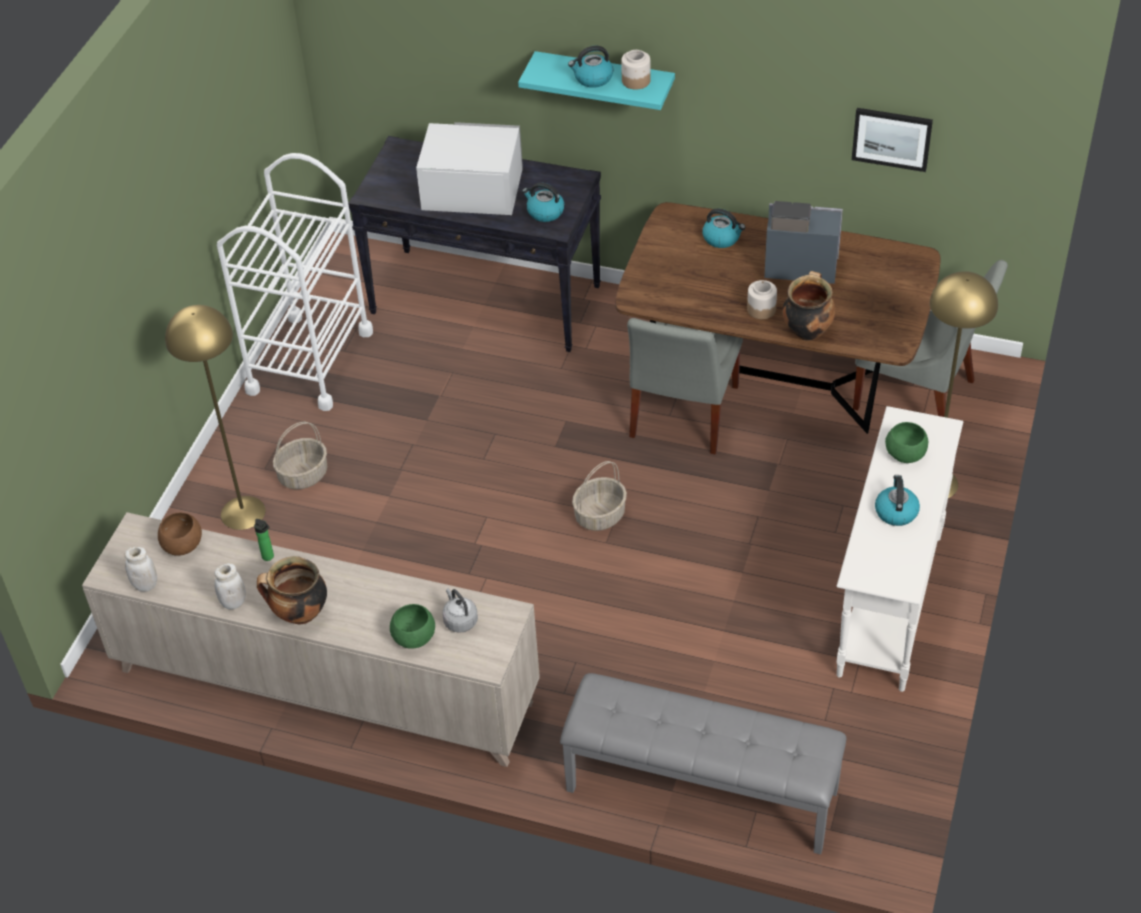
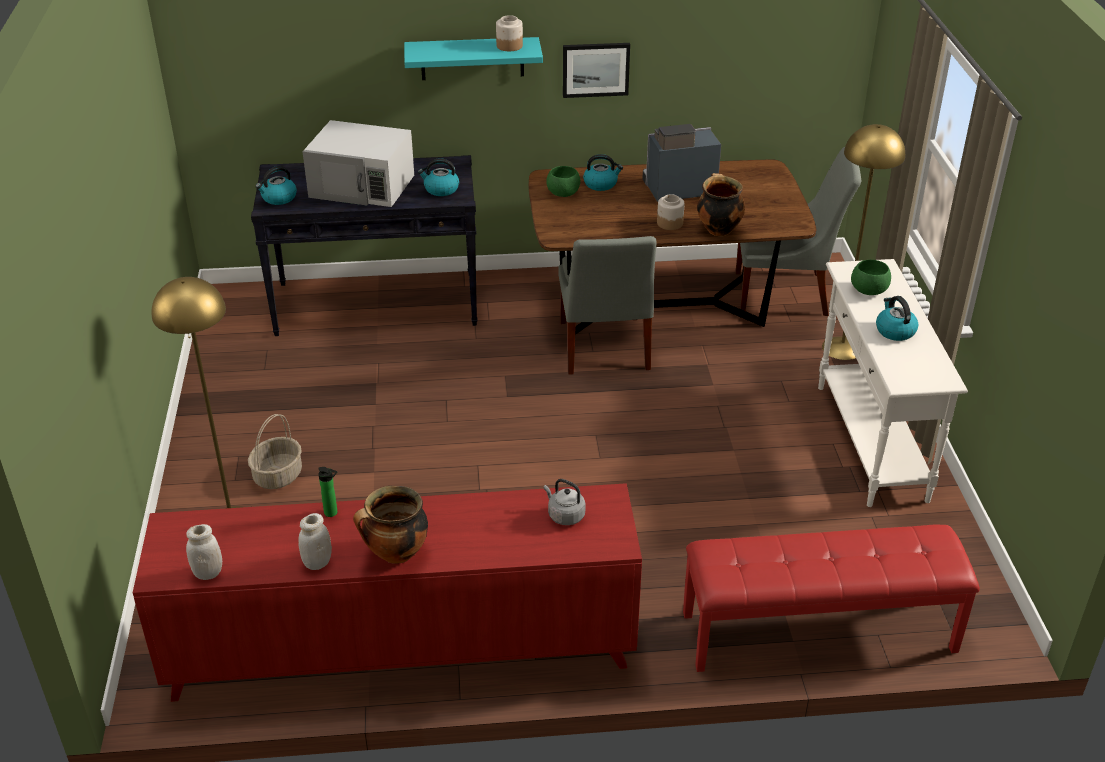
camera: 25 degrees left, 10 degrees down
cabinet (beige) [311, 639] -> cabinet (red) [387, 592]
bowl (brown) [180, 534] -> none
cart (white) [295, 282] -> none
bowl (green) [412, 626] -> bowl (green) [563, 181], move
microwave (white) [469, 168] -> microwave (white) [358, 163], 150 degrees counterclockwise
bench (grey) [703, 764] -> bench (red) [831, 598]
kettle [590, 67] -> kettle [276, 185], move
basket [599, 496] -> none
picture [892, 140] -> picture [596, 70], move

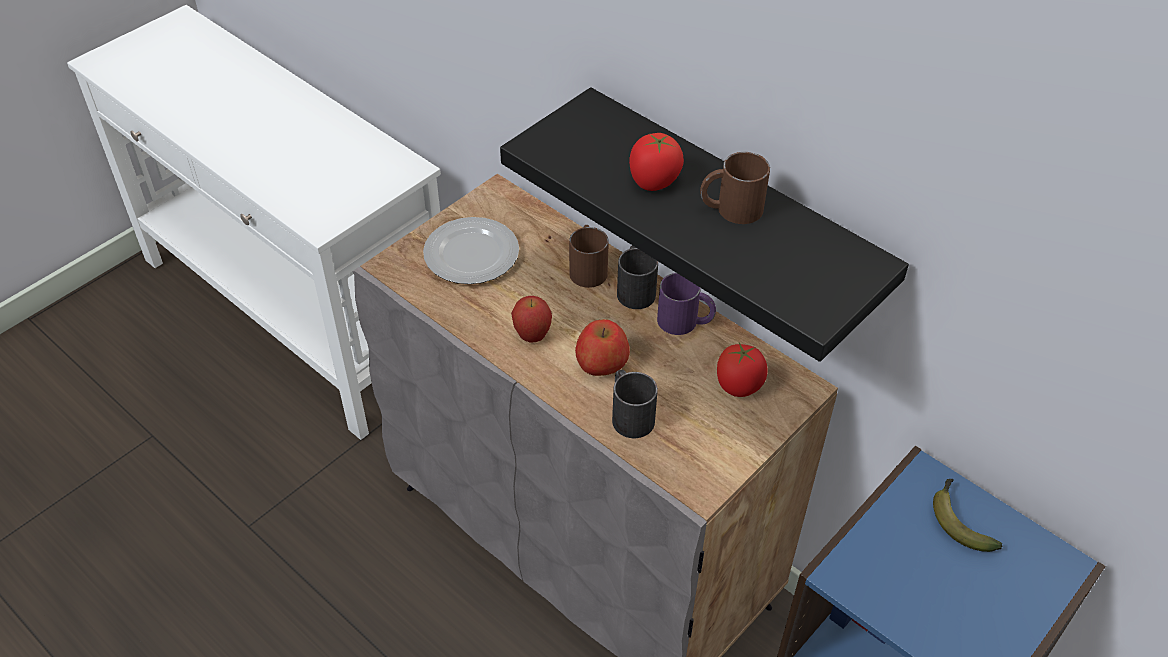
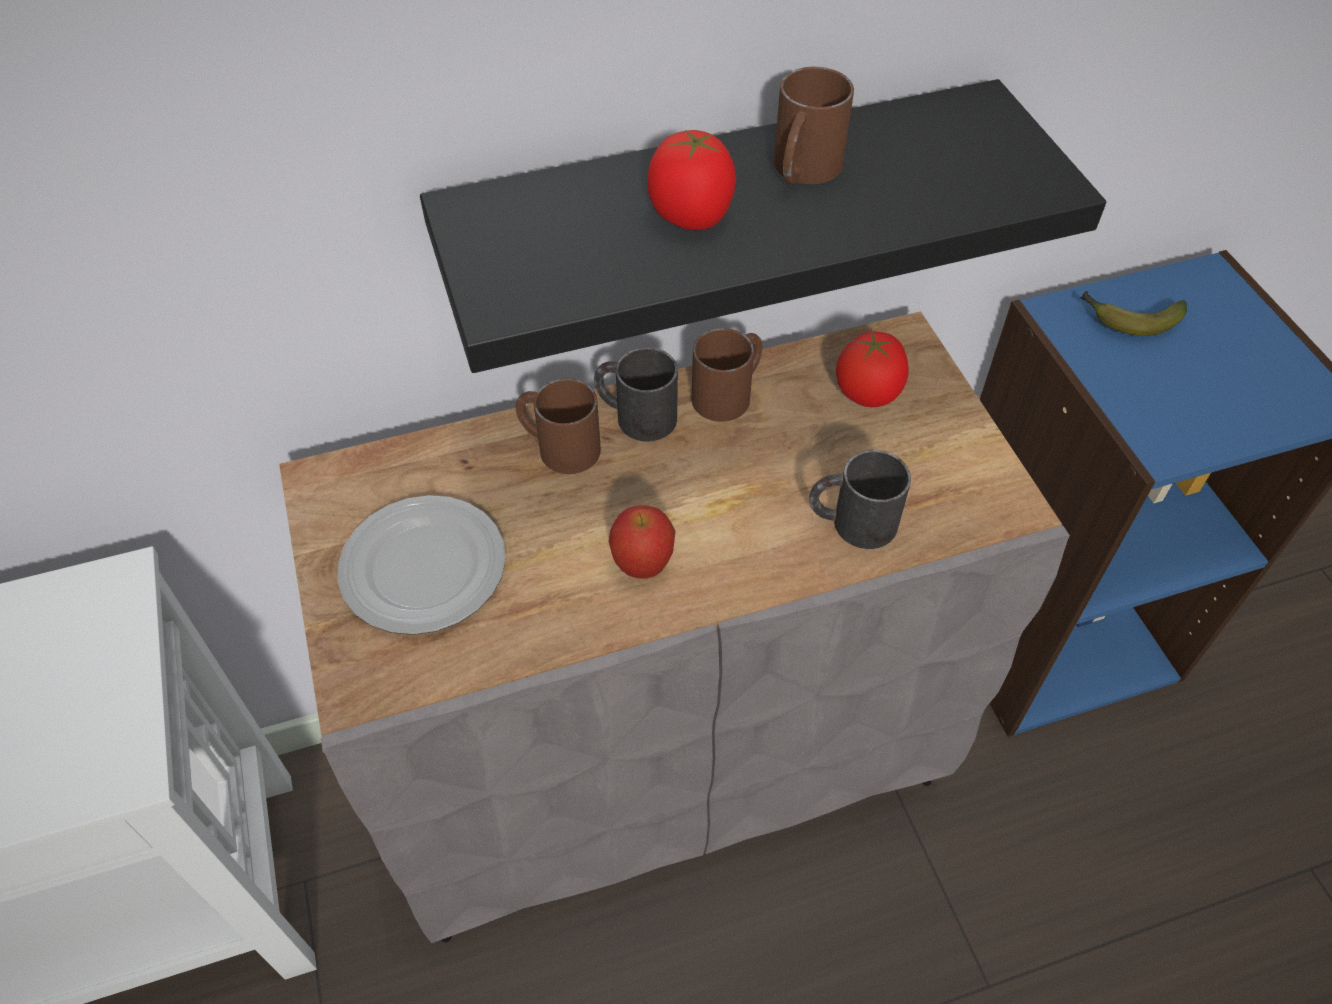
camera: 60 degrees left, 5 degrees up
apple [602, 347] -> none
mug (purple) [686, 304] -> mug (brown) [727, 375]

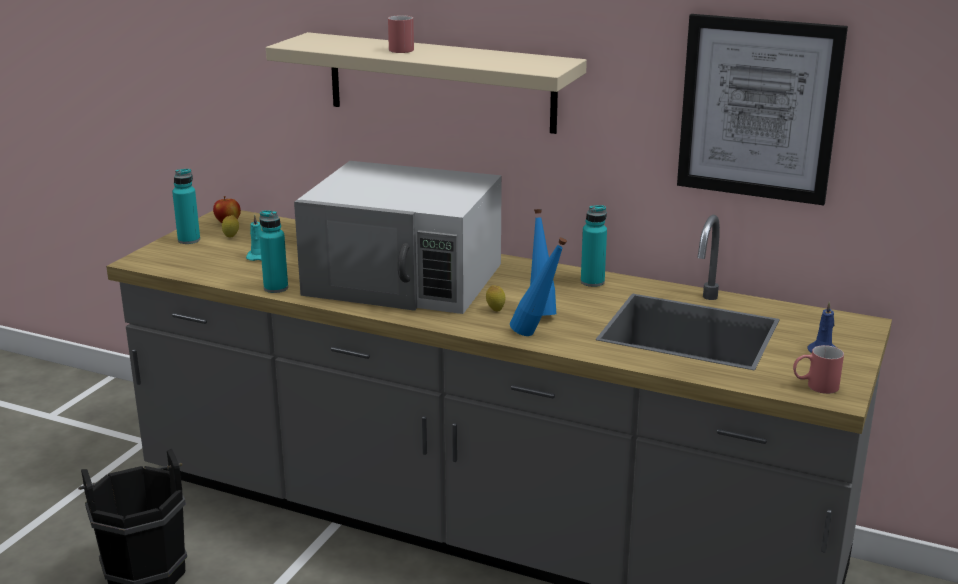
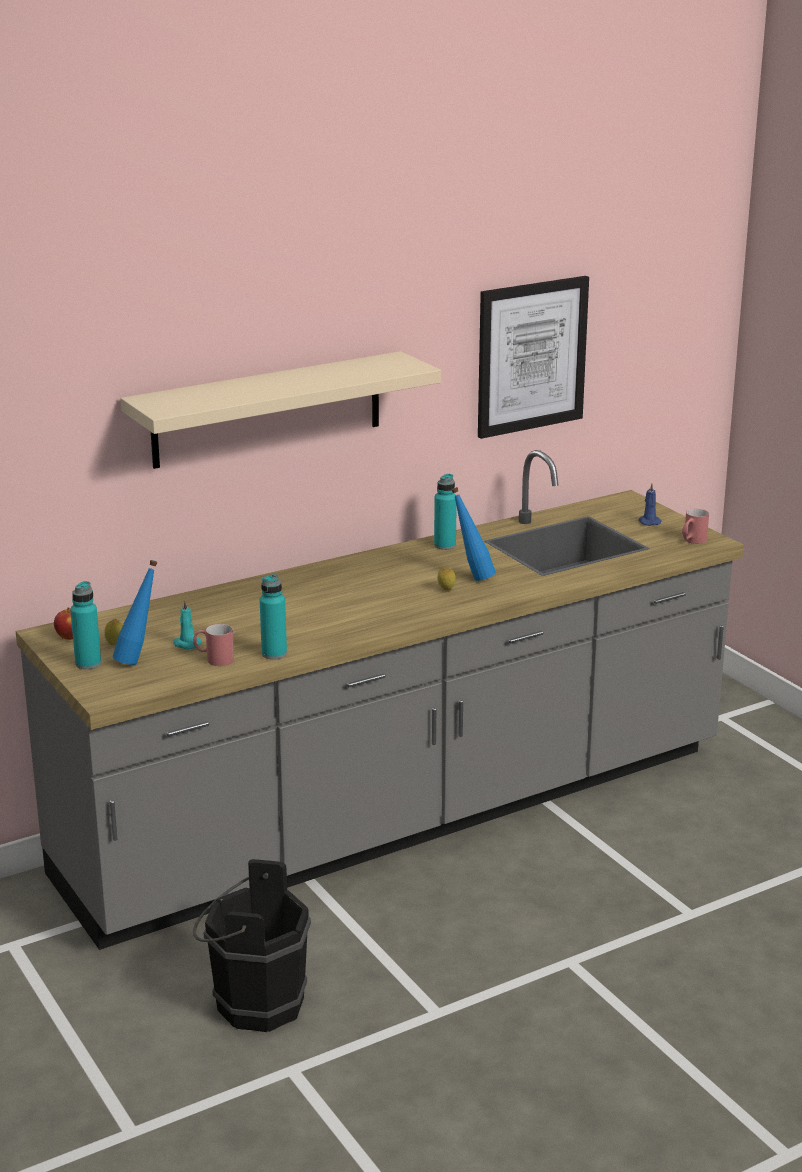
camera: 55 degrees left, 0 degrees up
microwave (white) [398, 237] -> none
mug (red) [401, 34] -> mug (red) [213, 645], move
bottle (blue) [538, 286] -> bottle (blue) [135, 612], move

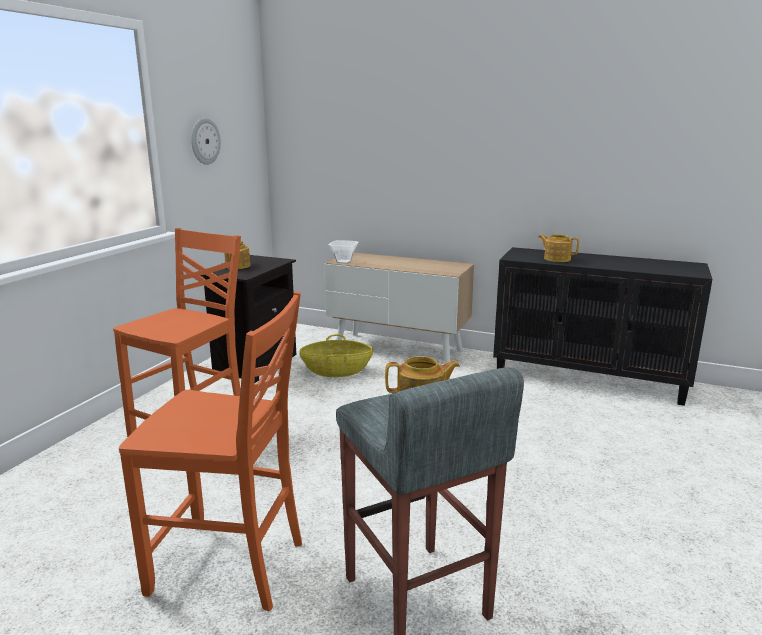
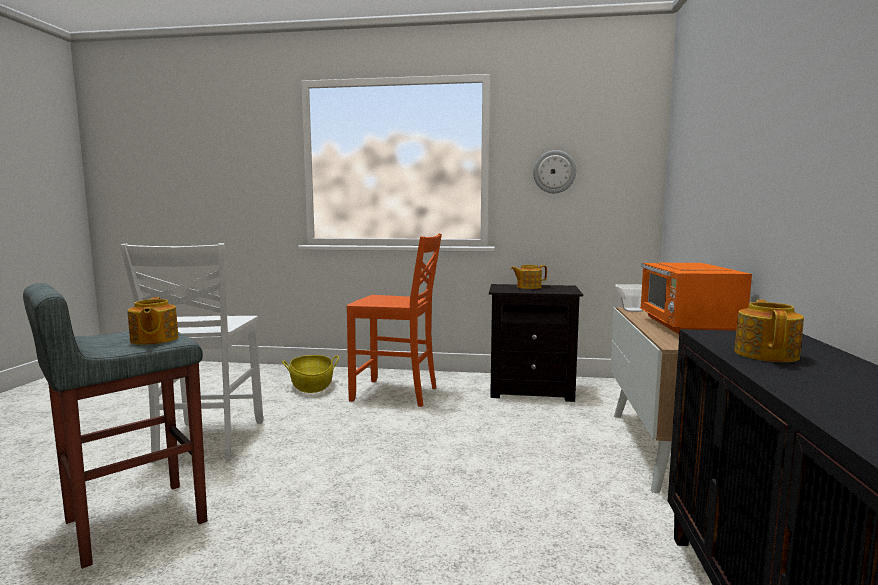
camera: 75 degrees right, 10 degrees down
chair (orange) [210, 451] -> chair (white) [191, 353]
basket [336, 355] -> basket [310, 374], move
none -> microwave (orange) [696, 298]

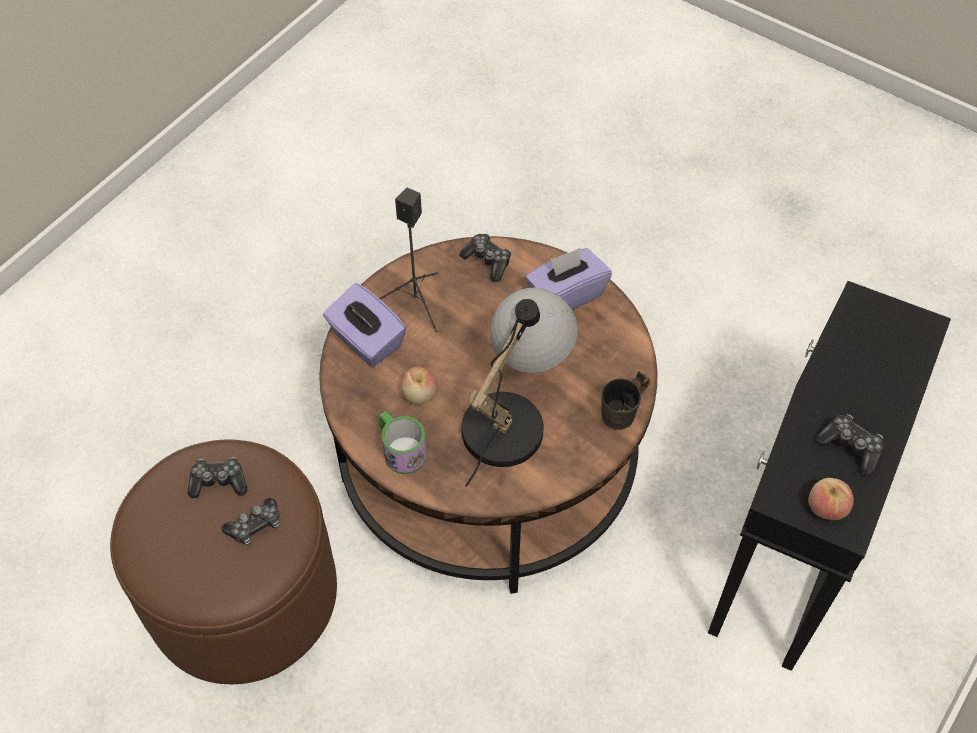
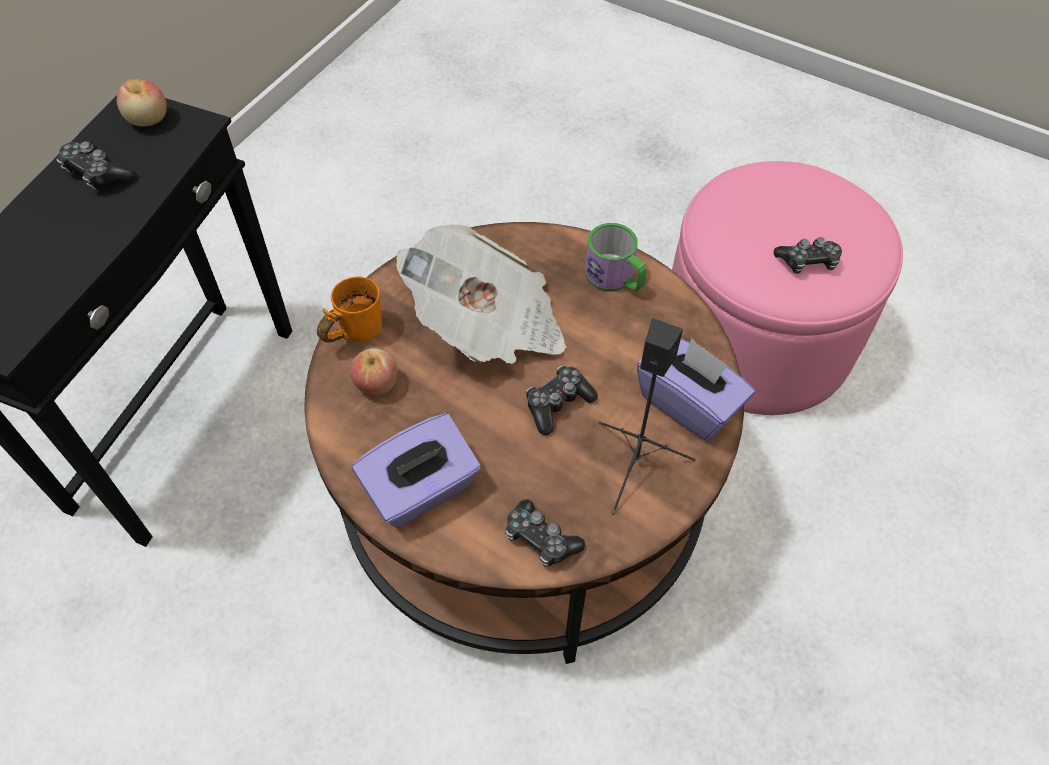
camera: 175 degrees right, 0 degrees up
ottoman (brown) [223, 561] -> ottoman (pink) [787, 288]
game controller [251, 522] -> game controller [562, 400], move
apple [419, 385] -> apple [374, 371], move
table lamp [520, 387] -> newspaper [481, 294]
mug (grey) [625, 400] -> mug (orange) [349, 309]

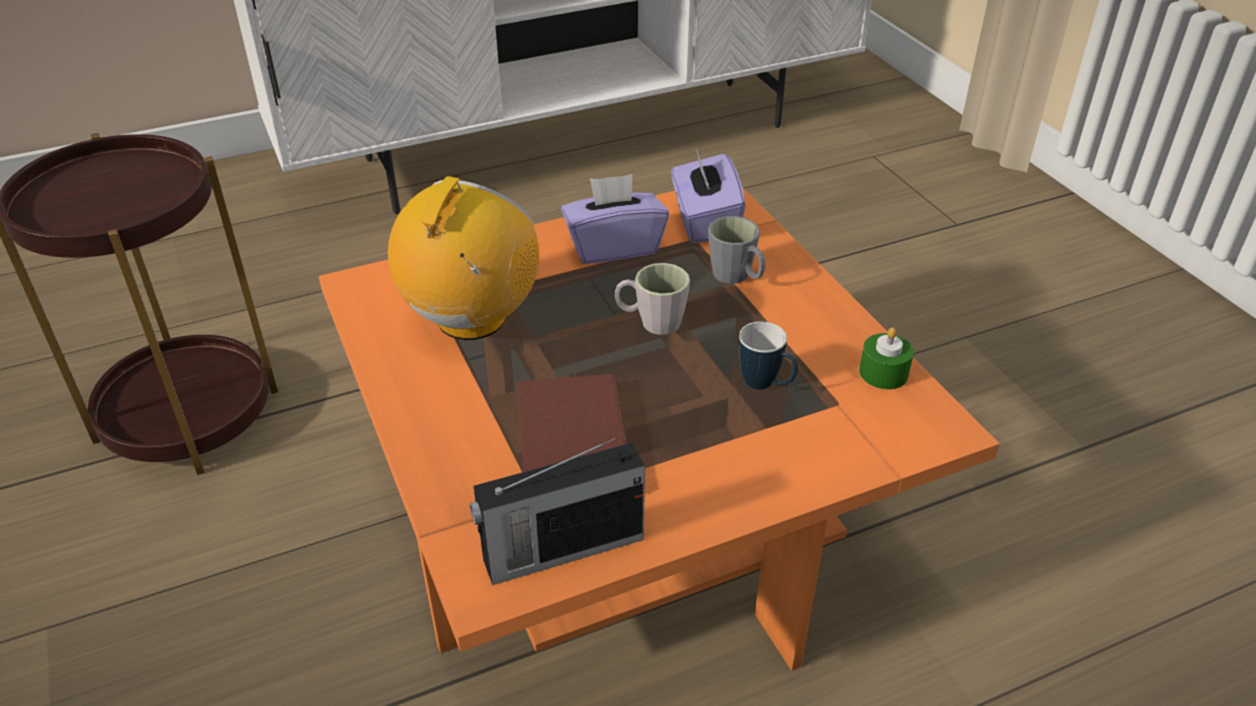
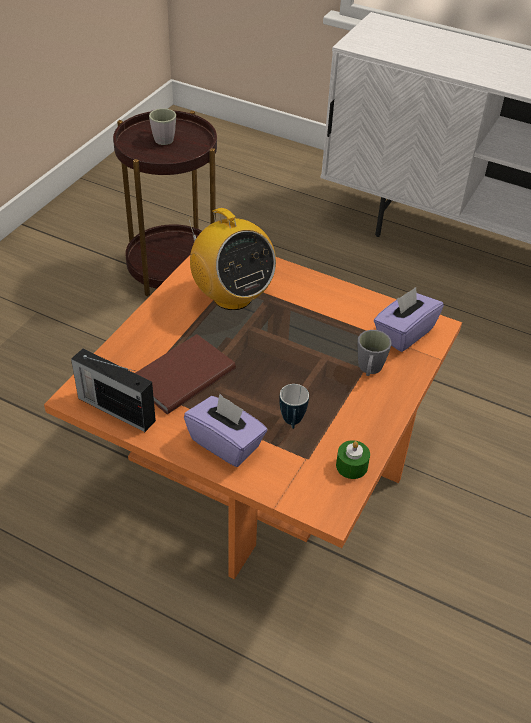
camera: 50 degrees right, 5 degrees up
radio [463, 258] -> radio [232, 259], 75 degrees clockwise
tissue box (purple) [615, 219] -> tissue box (purple) [225, 430], move
mug (grey) [652, 299] -> mug (grey) [162, 126], move

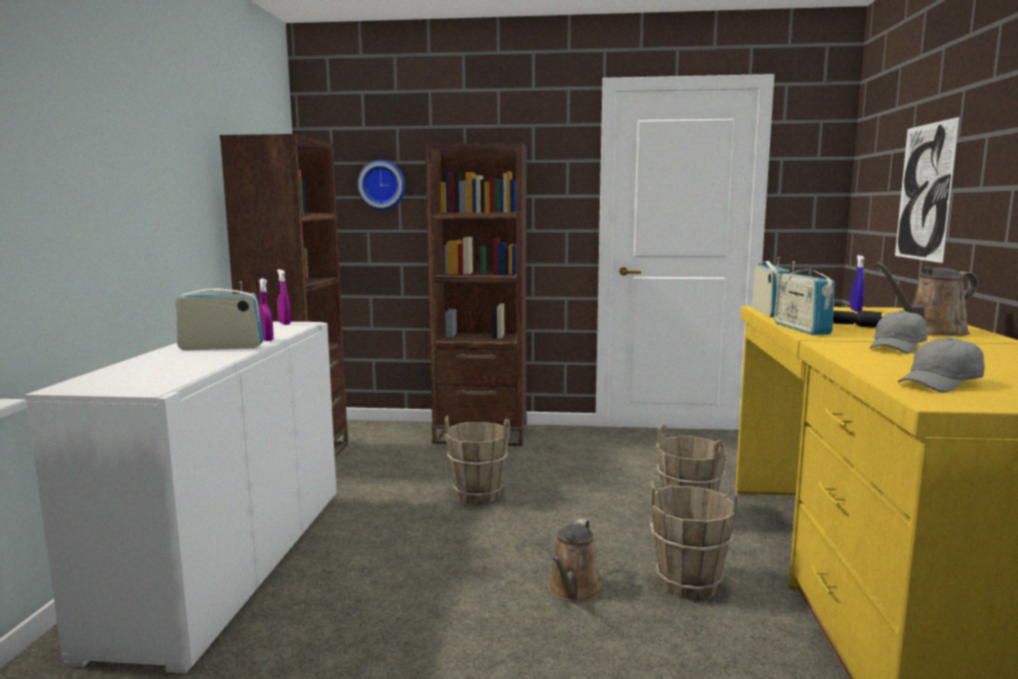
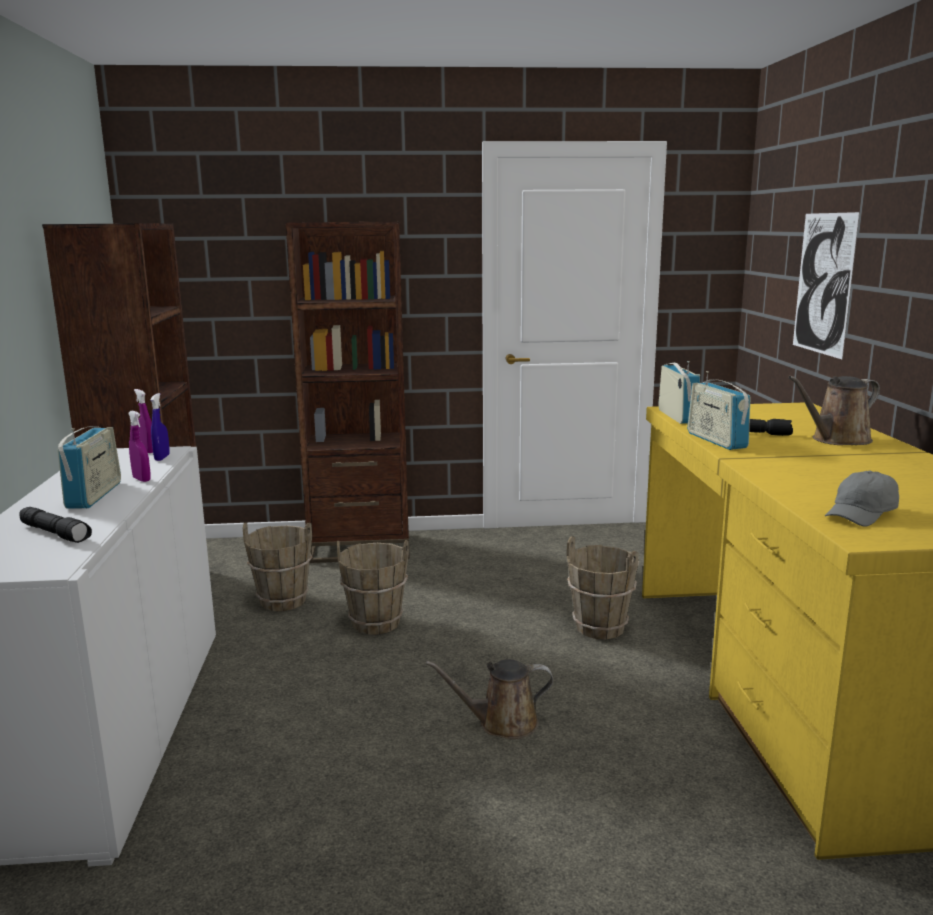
camera: 10 degrees left, 5 degrees up
radio [219, 315] -> radio [89, 467], 105 degrees clockwise
wall clock [381, 185] -> none
watering can (brown) [576, 560] -> watering can (brown) [489, 699], 75 degrees clockwise
bucket (brown) [693, 540] -> bucket (brown) [277, 567], move
spray bottle (blue) [857, 283] -> spray bottle (blue) [160, 427], move
cap (grey) [898, 332] -> none
none -> flashlight (black) [55, 525]

